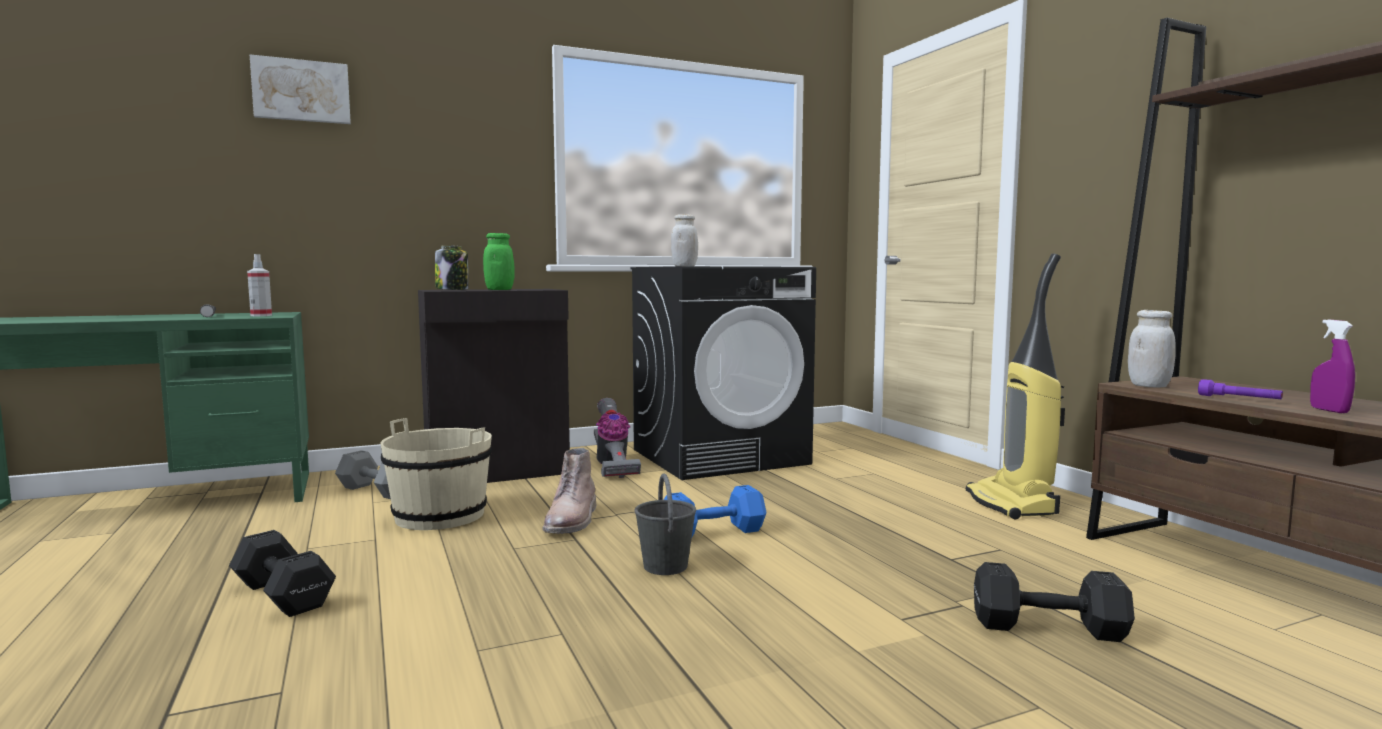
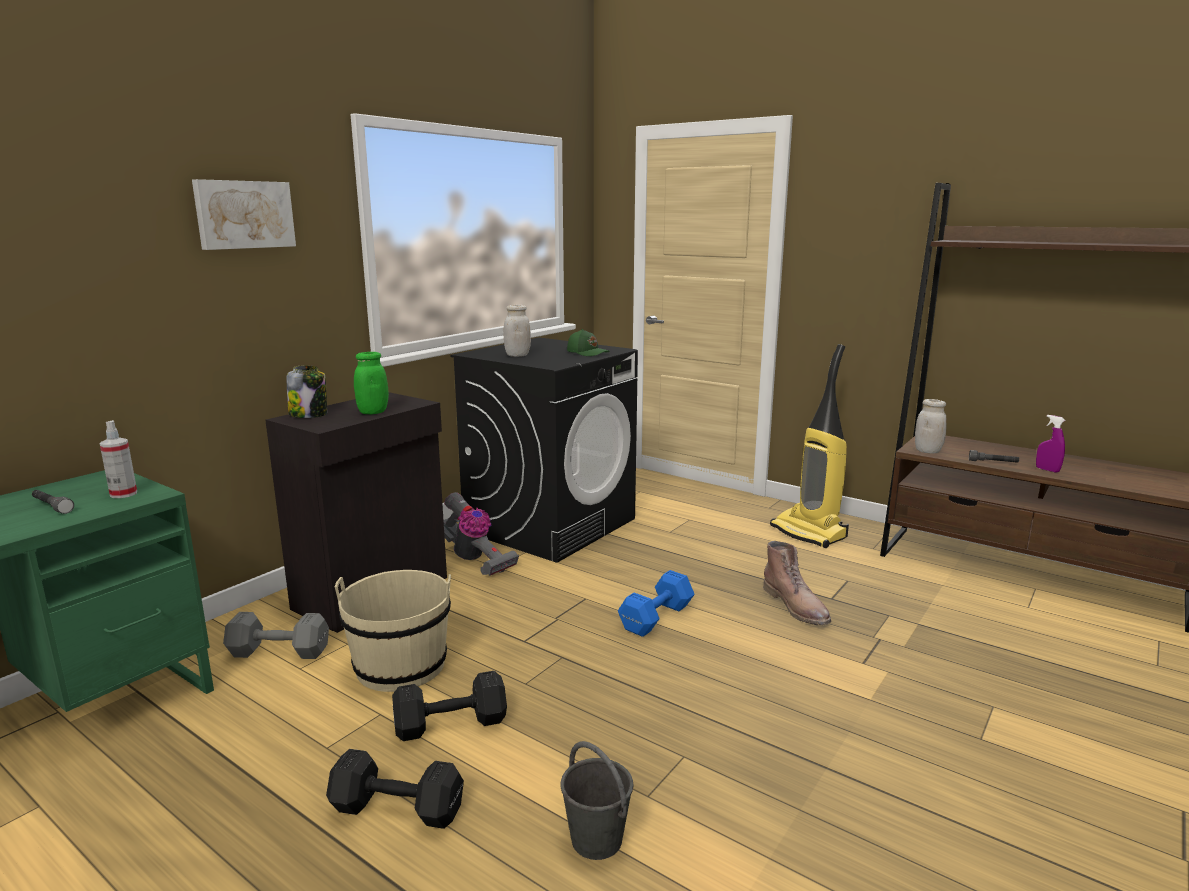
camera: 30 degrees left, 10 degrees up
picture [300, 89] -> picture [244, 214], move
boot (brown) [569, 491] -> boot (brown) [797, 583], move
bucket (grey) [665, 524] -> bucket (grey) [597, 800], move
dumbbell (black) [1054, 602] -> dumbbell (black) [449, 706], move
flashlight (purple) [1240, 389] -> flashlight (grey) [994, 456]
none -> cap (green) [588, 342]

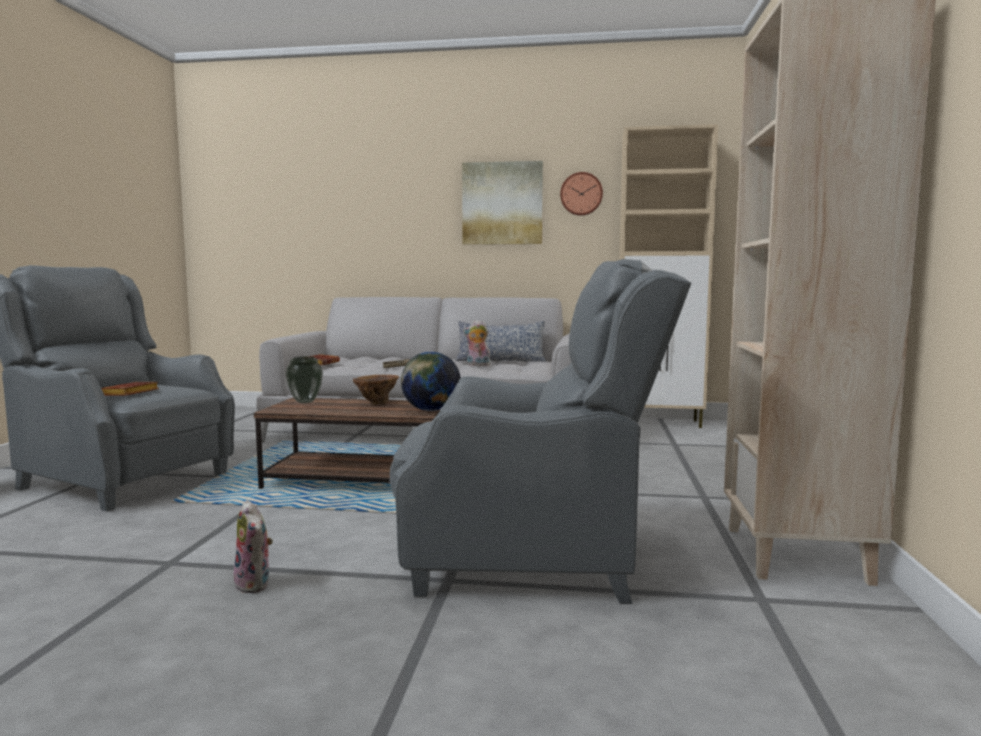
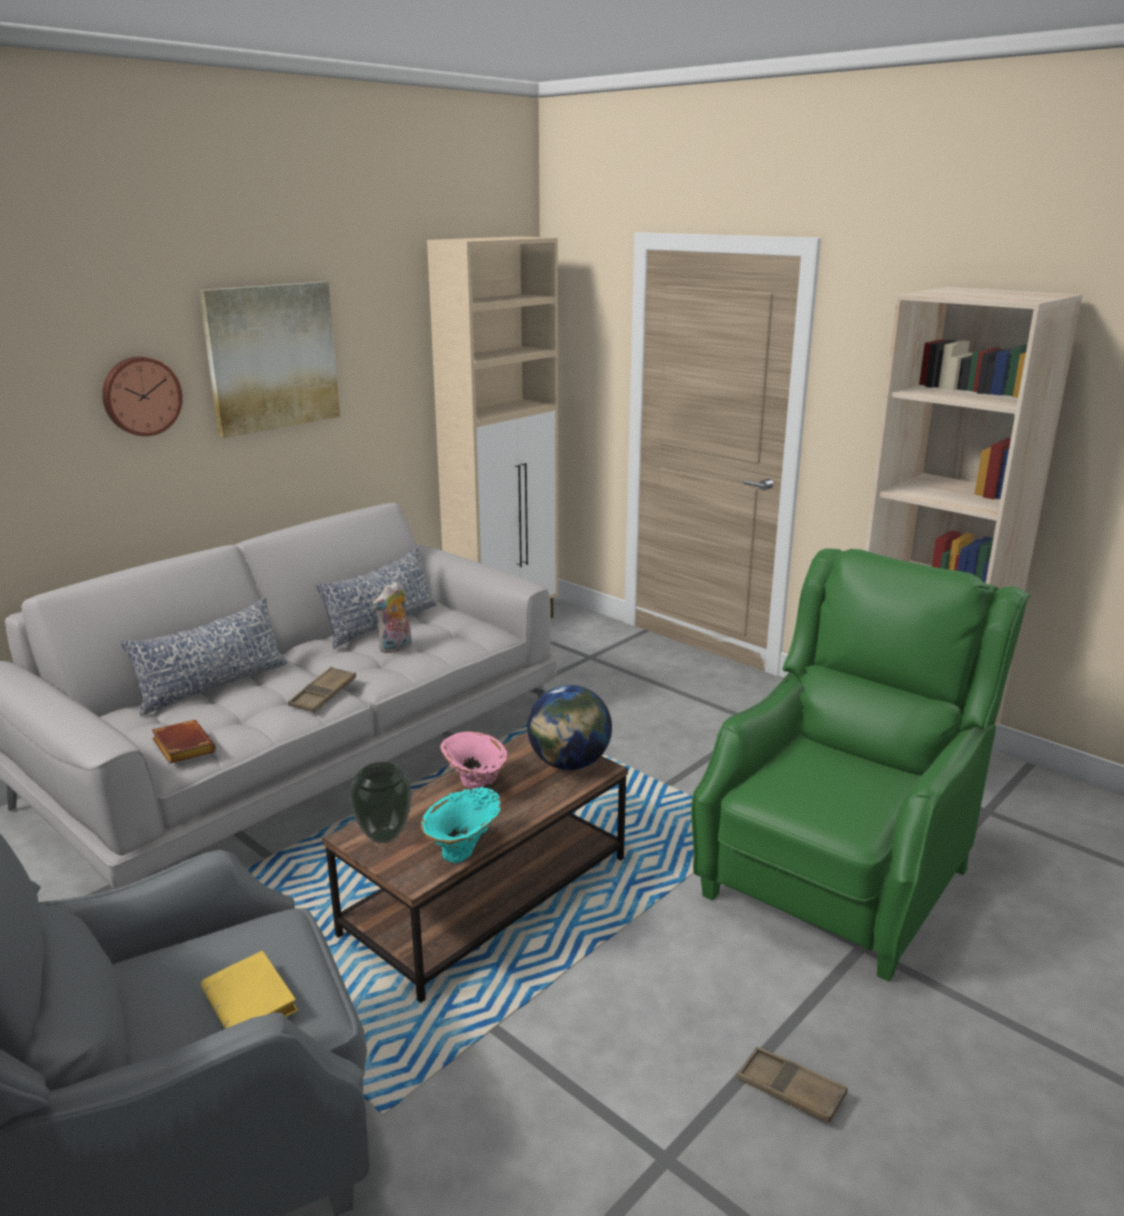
camera: 55 degrees left, 15 degrees up
book (brown) [130, 389] -> book (yellow) [249, 989]
plush toy [253, 546] -> tray (brown) [792, 1085]
vase (brown) [376, 390] -> vase (pink) [474, 760]
armchair (grey) [541, 431] -> armchair (green) [861, 765]
wall clock [581, 194] -> wall clock [142, 396], move
none -> pillow [204, 656]
none -> vase (turquoise) [461, 825]

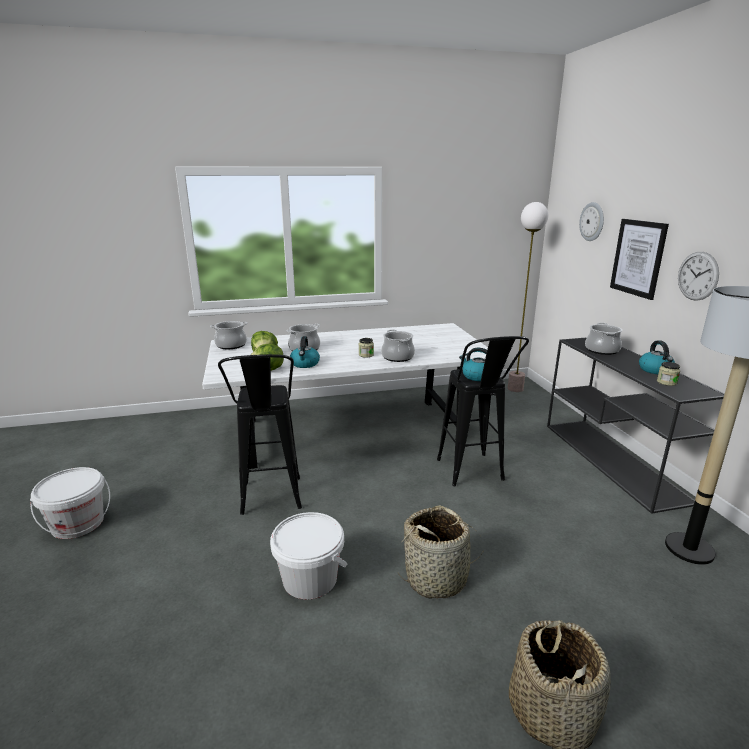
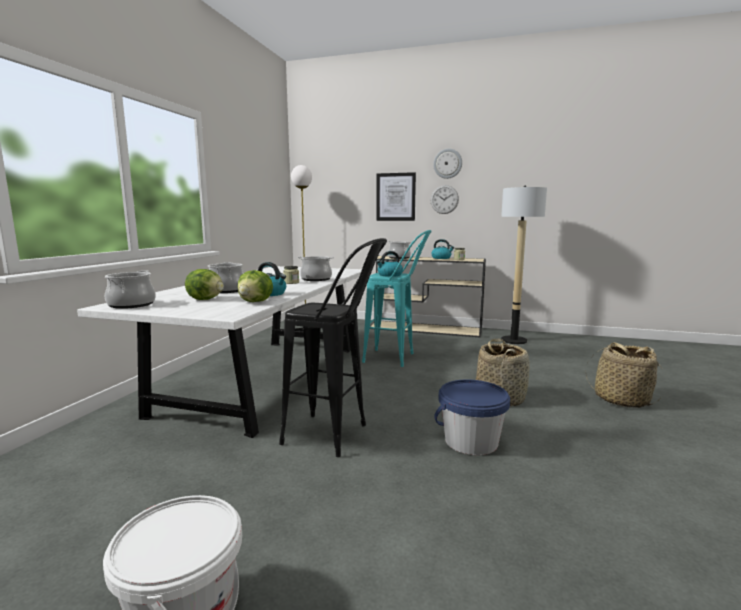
camera: 60 degrees left, 10 degrees down
bucket (white) [308, 555] -> bucket (blue) [472, 417]
stool (black) [483, 411] -> stool (turquoise) [397, 298]
console table (black) [636, 425] -> console table (beige) [428, 296]
wall clock [591, 221] -> wall clock [447, 164], move

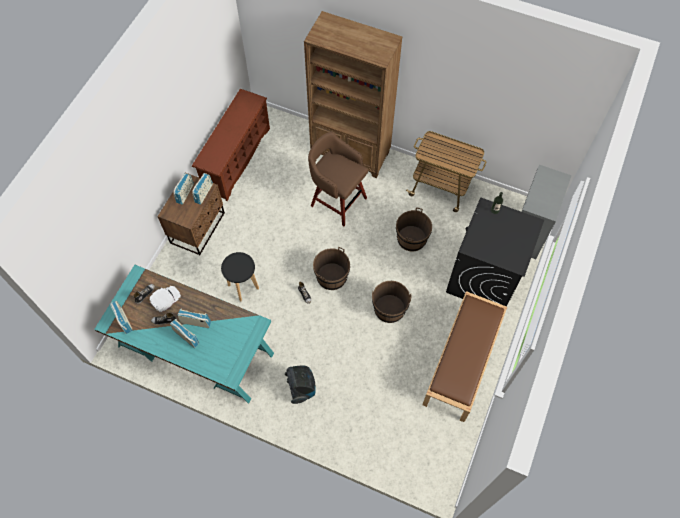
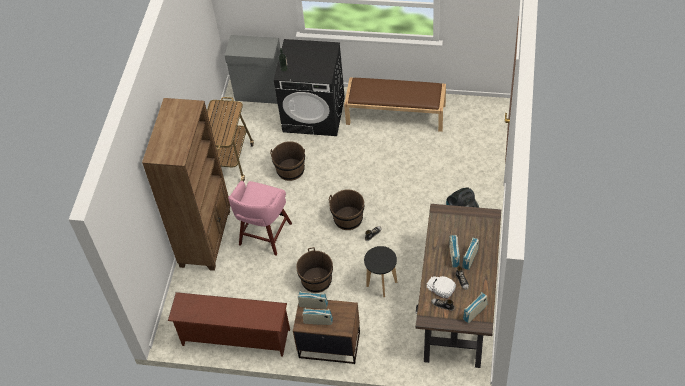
camera: 100 degrees left, 10 degrees down
desk (turquoise) [184, 334] -> desk (brown) [458, 286]
stool (brown) [338, 178] -> stool (pink) [260, 218]
bucket (brown) [391, 302] -> bucket (brown) [314, 270], move

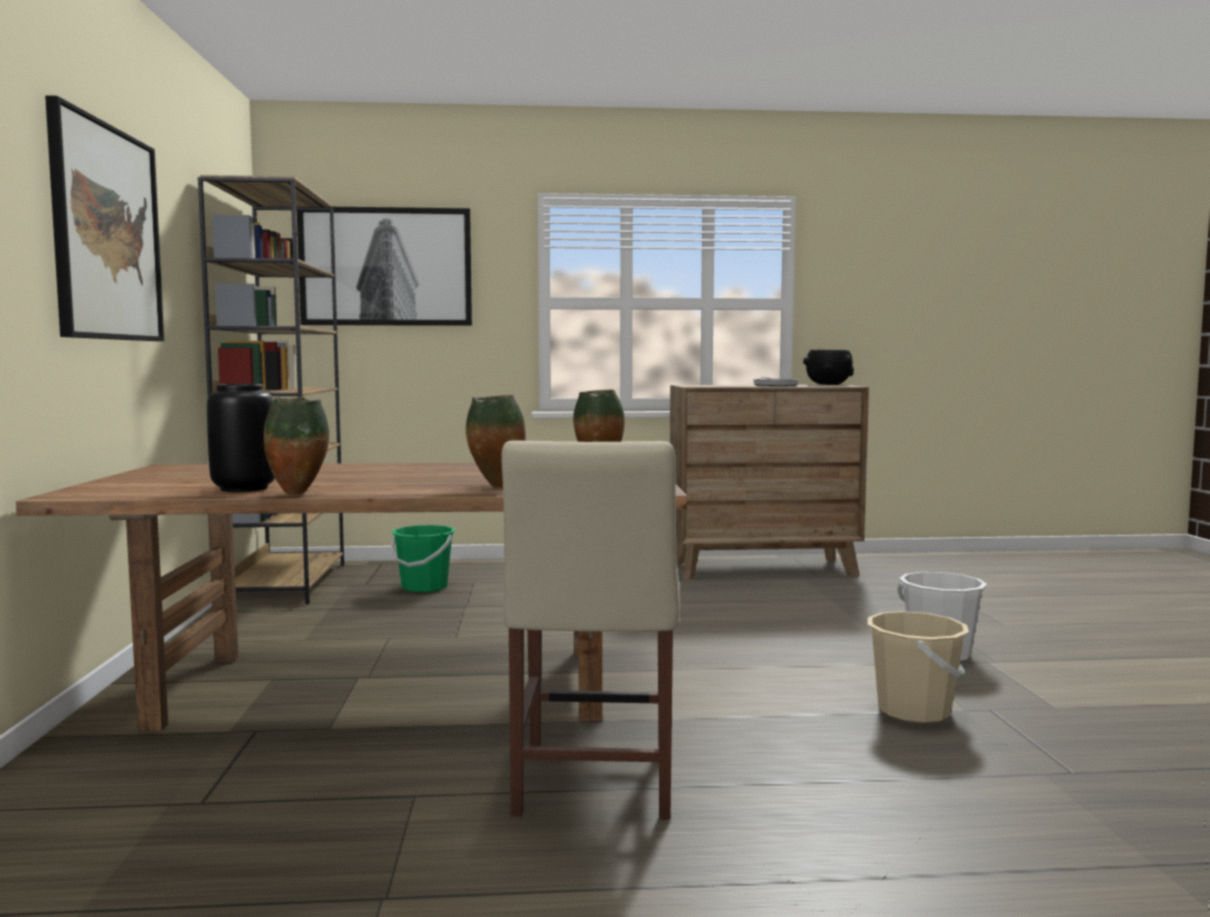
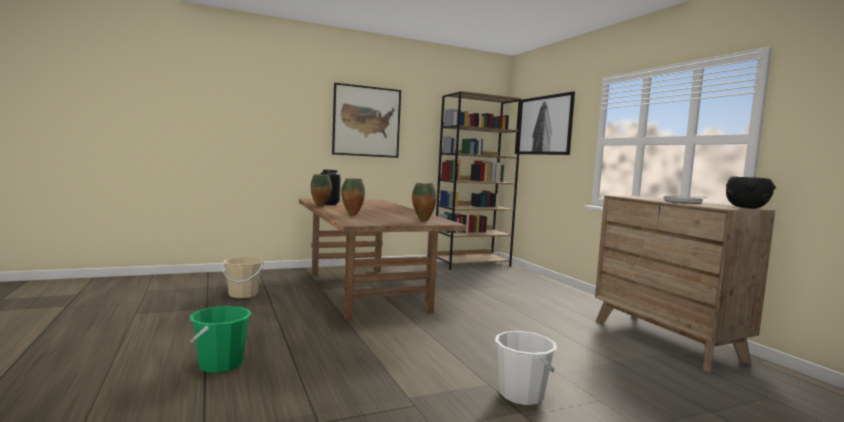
camera: 70 degrees right, 0 degrees up
bucket (green) [423, 558] -> bucket (green) [220, 339], move
chair (beige) [590, 629] -> none
bucket (beige) [918, 667] -> bucket (beige) [243, 277], move

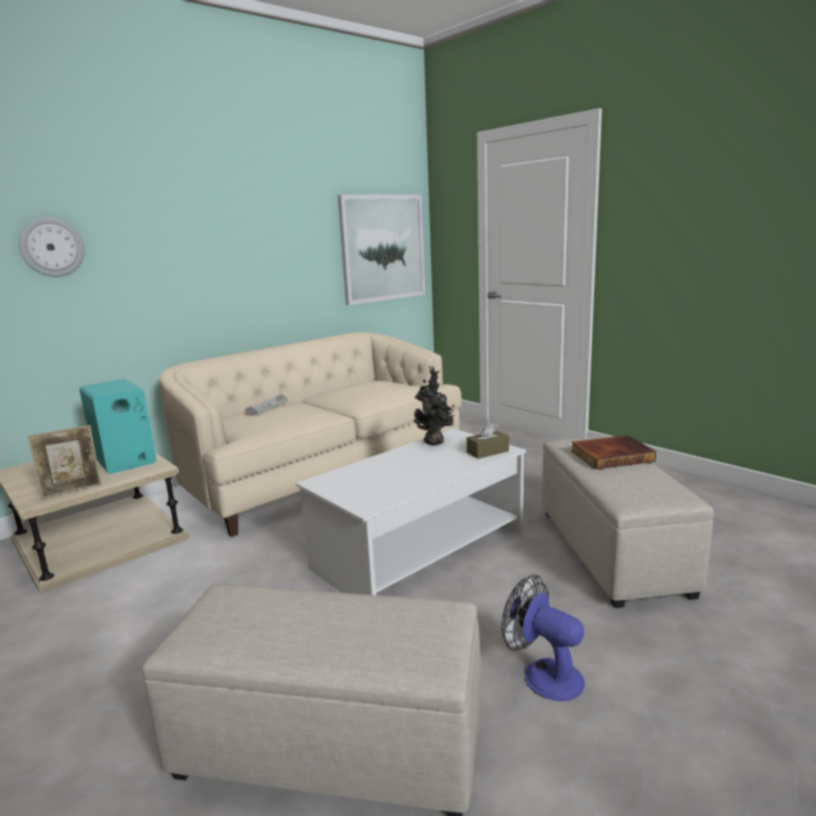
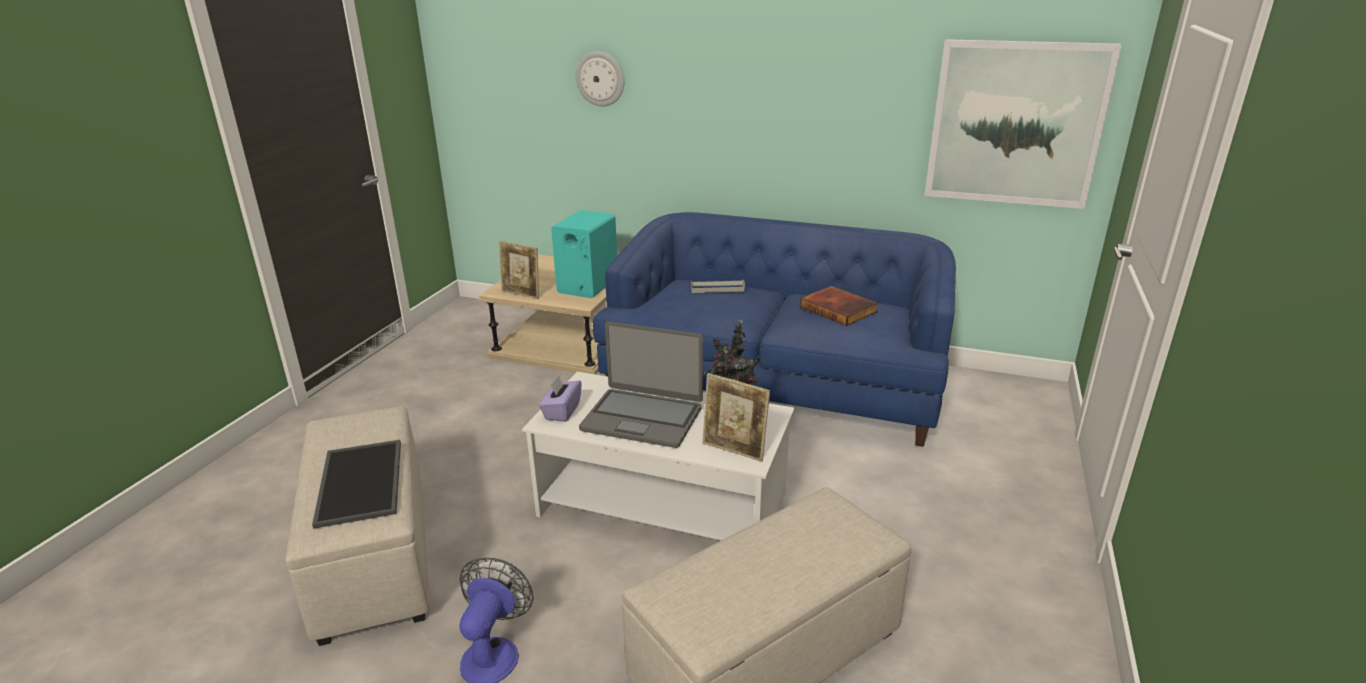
camera: 60 degrees right, 10 degrees up
sofa (beige) [311, 434] -> sofa (blue) [774, 329]
tissue box (brown) [488, 440] -> picture frame [736, 417]
book [613, 452] -> book [839, 306], move
none -> tray [356, 484]
none -> tissue box (purple) [560, 398]
none -> laptop [641, 384]

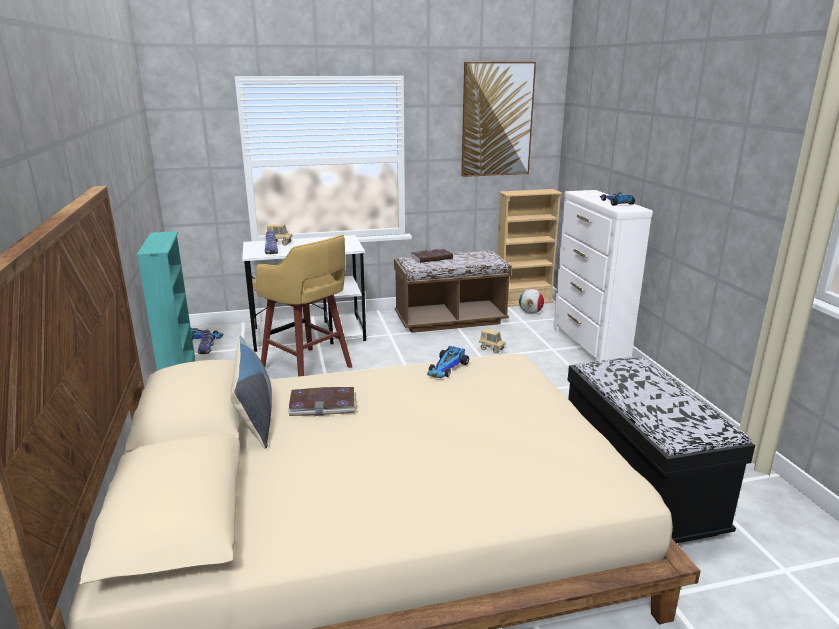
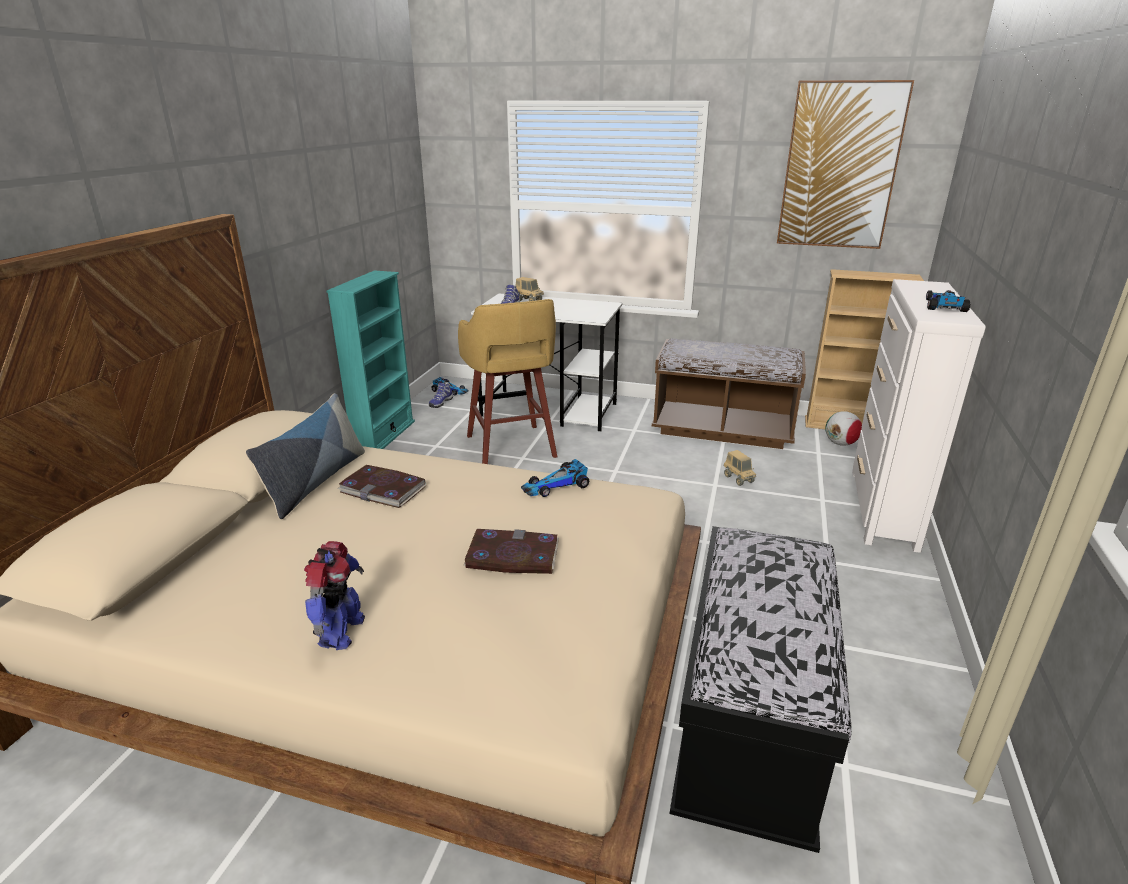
camera: 30 degrees right, 5 degrees up
book [431, 256] -> book [511, 551], move
none -> toy robot [334, 595]

